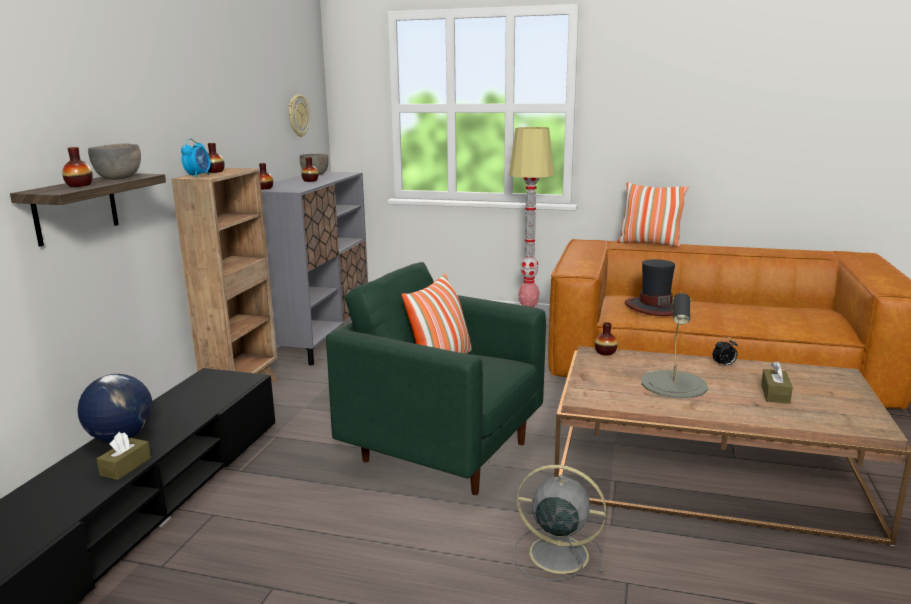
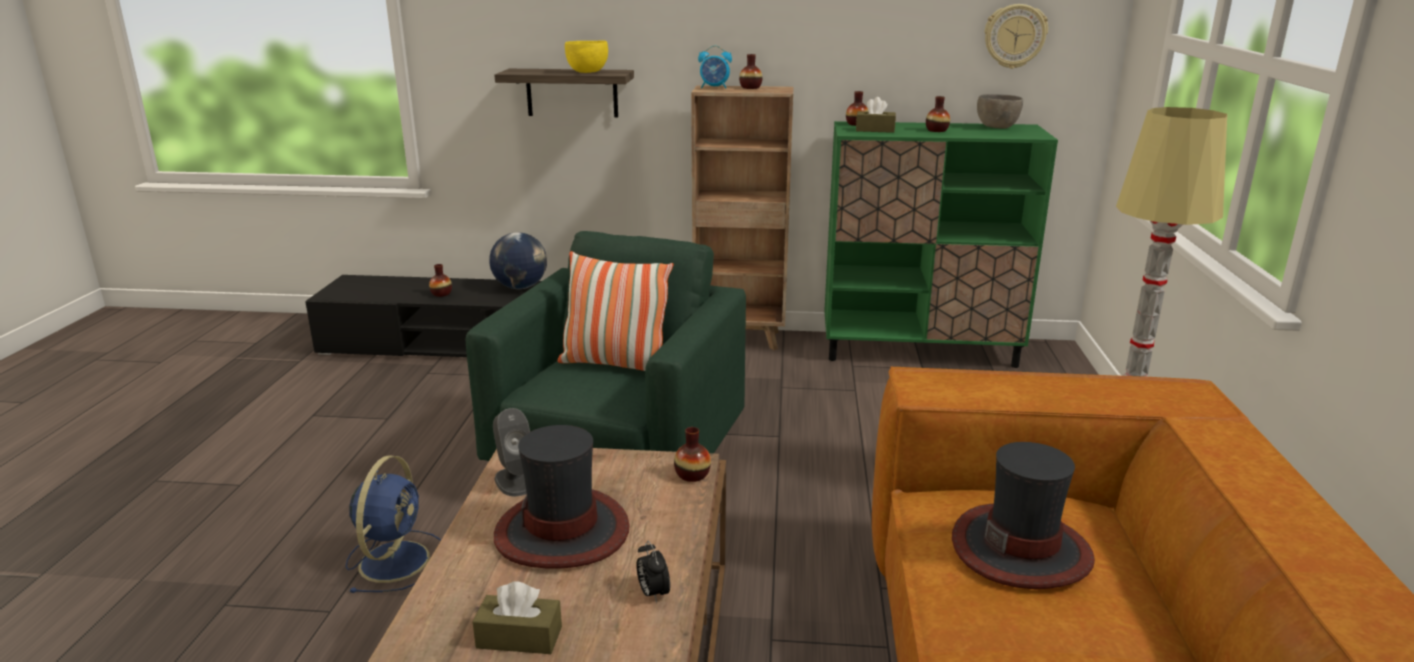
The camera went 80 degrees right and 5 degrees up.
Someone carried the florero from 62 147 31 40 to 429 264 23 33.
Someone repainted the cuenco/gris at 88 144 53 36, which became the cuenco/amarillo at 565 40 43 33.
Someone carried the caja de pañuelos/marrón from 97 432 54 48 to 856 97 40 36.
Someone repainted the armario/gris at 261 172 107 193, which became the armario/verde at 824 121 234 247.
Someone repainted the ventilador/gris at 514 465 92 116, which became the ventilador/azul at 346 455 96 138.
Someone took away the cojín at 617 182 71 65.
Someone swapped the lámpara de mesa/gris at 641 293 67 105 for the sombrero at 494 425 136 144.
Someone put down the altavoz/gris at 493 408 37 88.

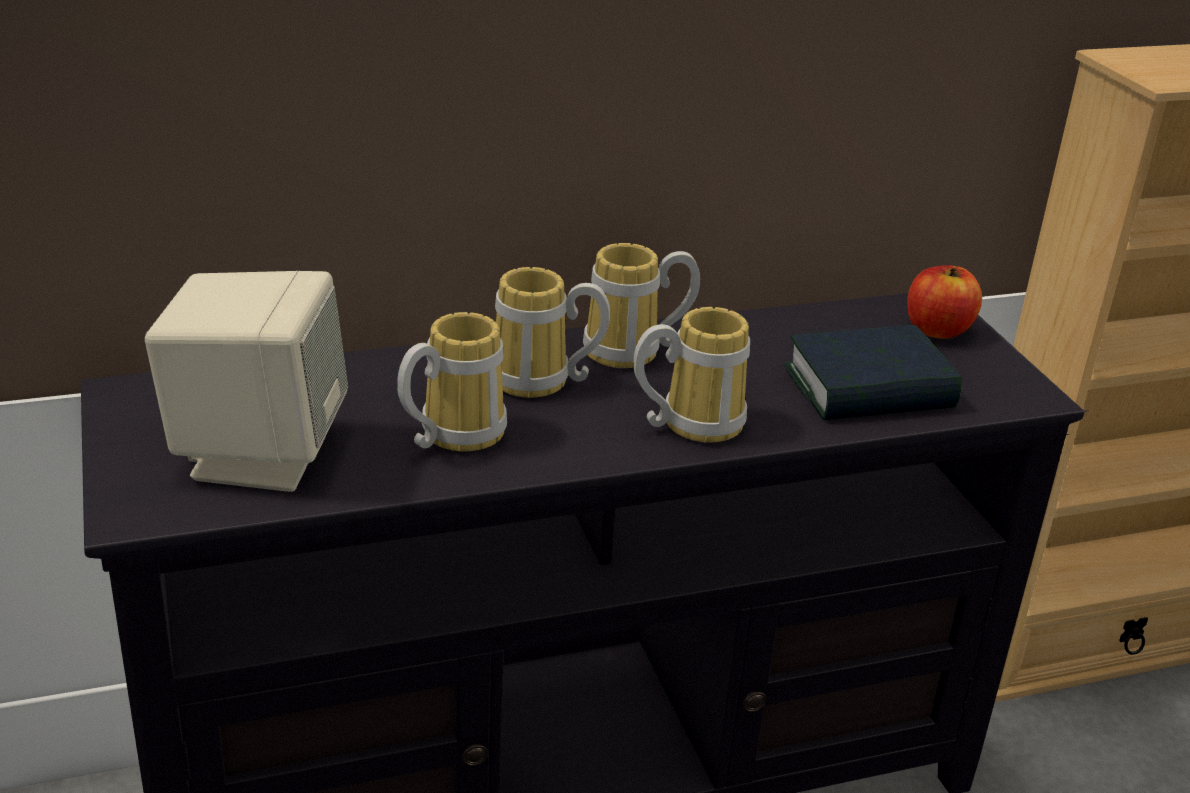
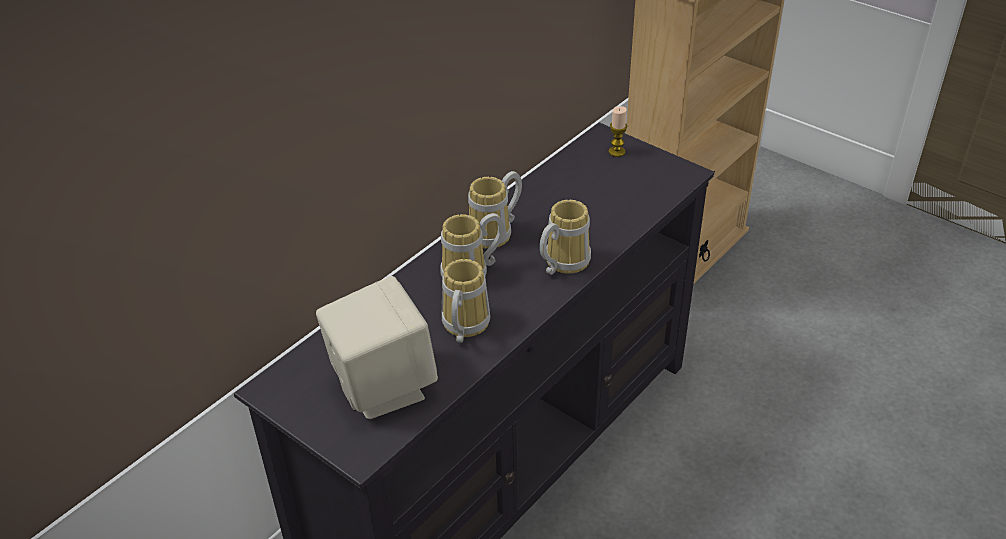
The camera went 30 degrees left and 10 degrees up.
Someone took away the libro at 784 325 178 95.
Someone swapped the manzana at 907 265 75 74 for the vela at 609 106 18 51.

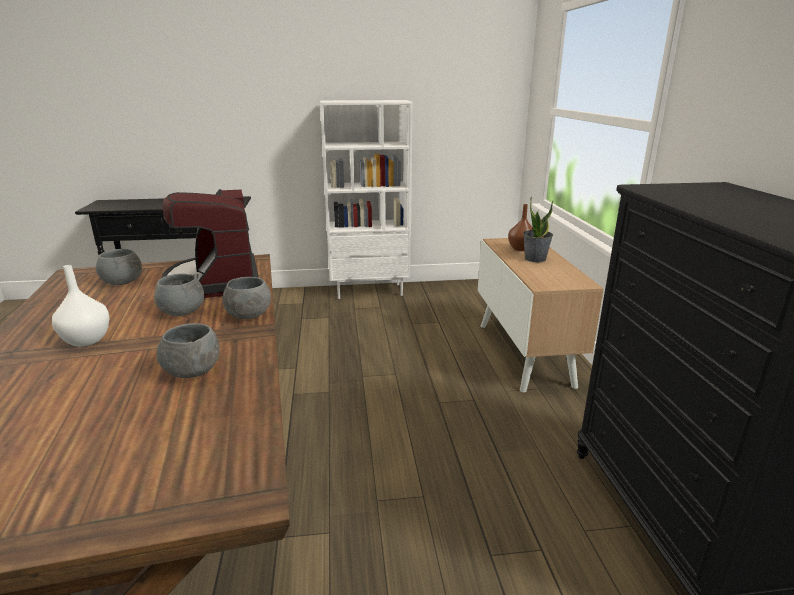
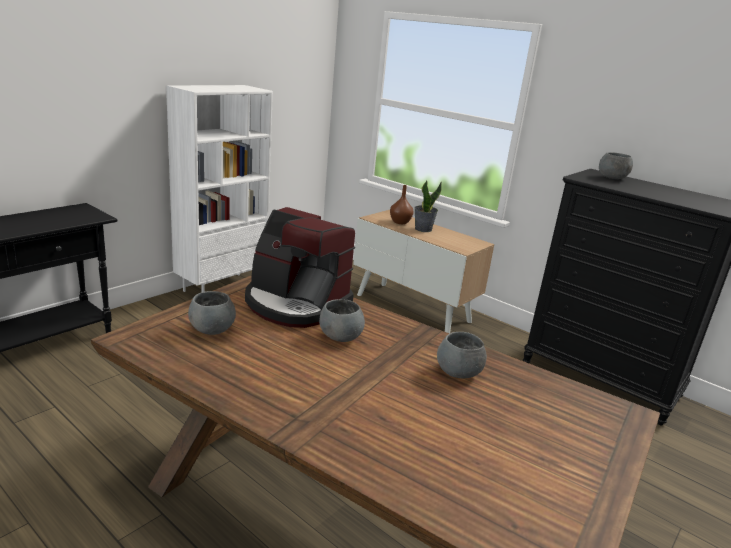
The camera went 45 degrees left and 0 degrees up.
Someone took away the florero/blanco at 52 265 58 82.
Someone carried the cuenco/gris from 222 277 49 42 to 599 152 34 27.

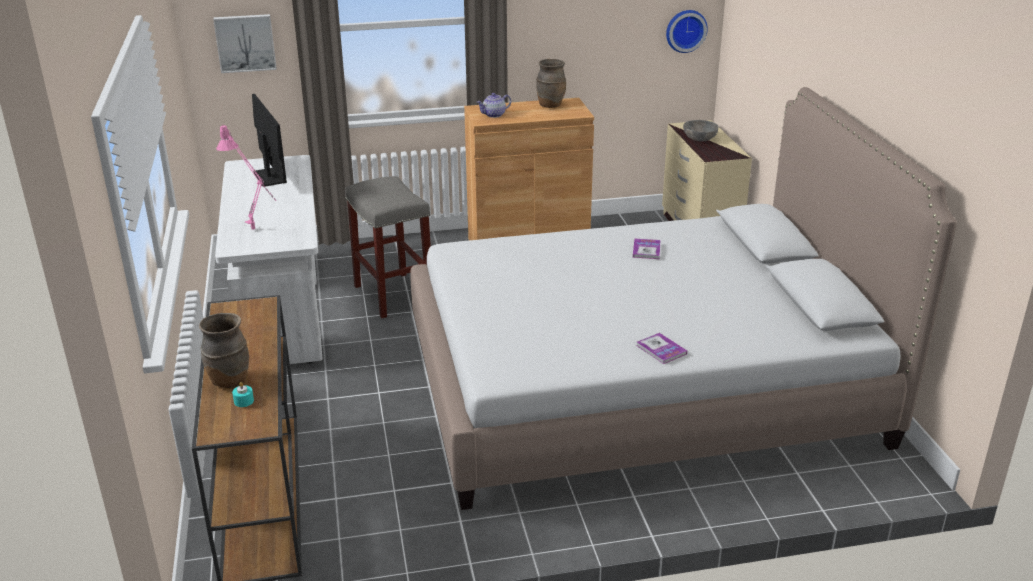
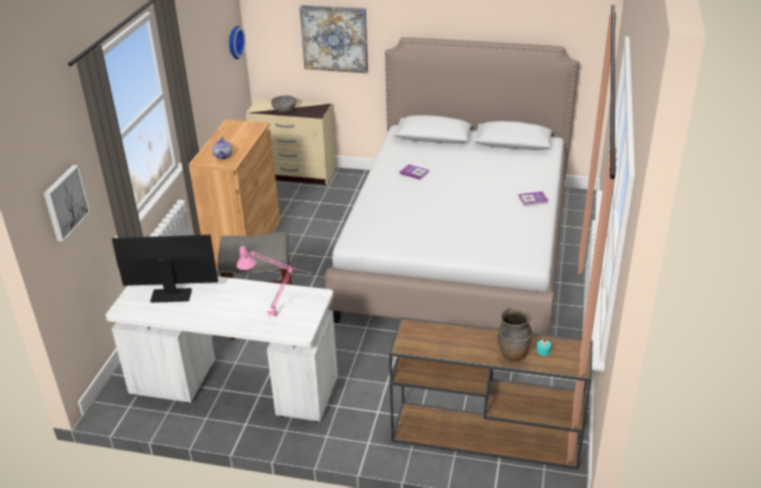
The camera went 65 degrees left and 5 degrees up.
Someone took away the florero/marrón at 536 59 30 49.
Someone put up the cuadro at 299 5 69 68.

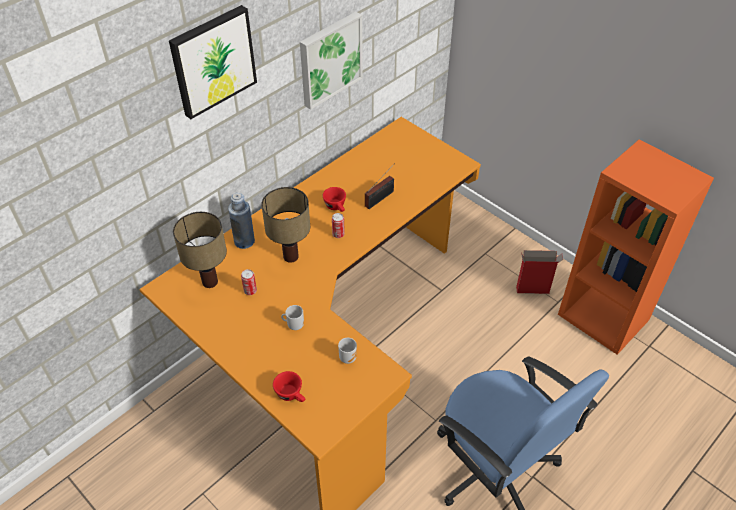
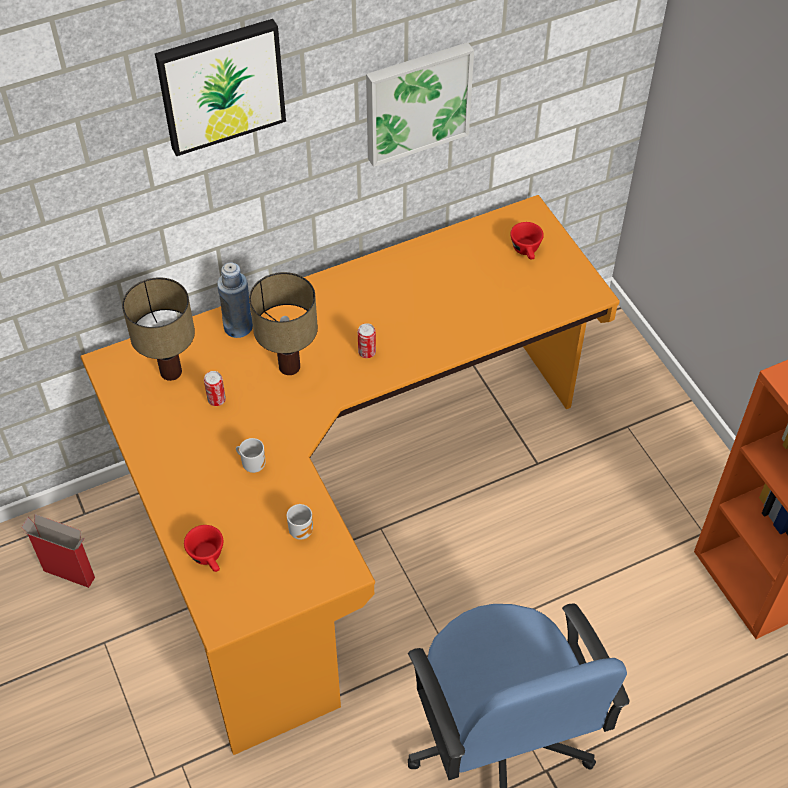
The camera went 20 degrees right and 5 degrees up.
Someone carried the taza/rojo from 323 187 23 25 to 510 222 34 37.
Someone took away the radio at 365 164 29 45.
Someone carried the caja de cartón from 516 250 47 44 to 21 514 74 74.

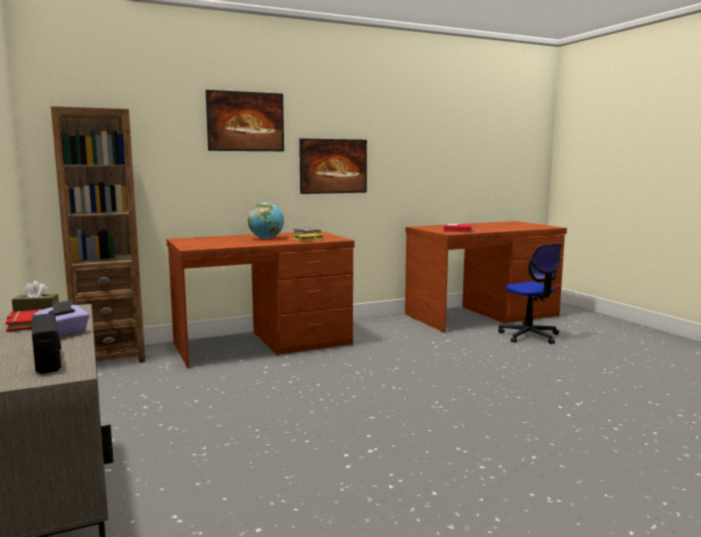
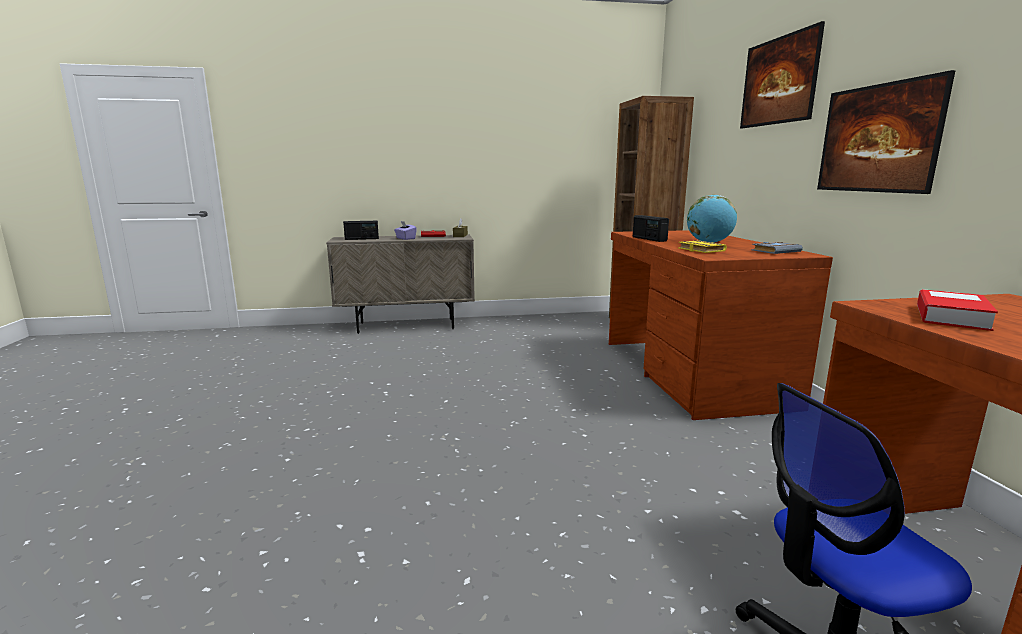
The camera went 105 degrees right and 5 degrees up.
Someone put down the radio at 633 215 36 27.

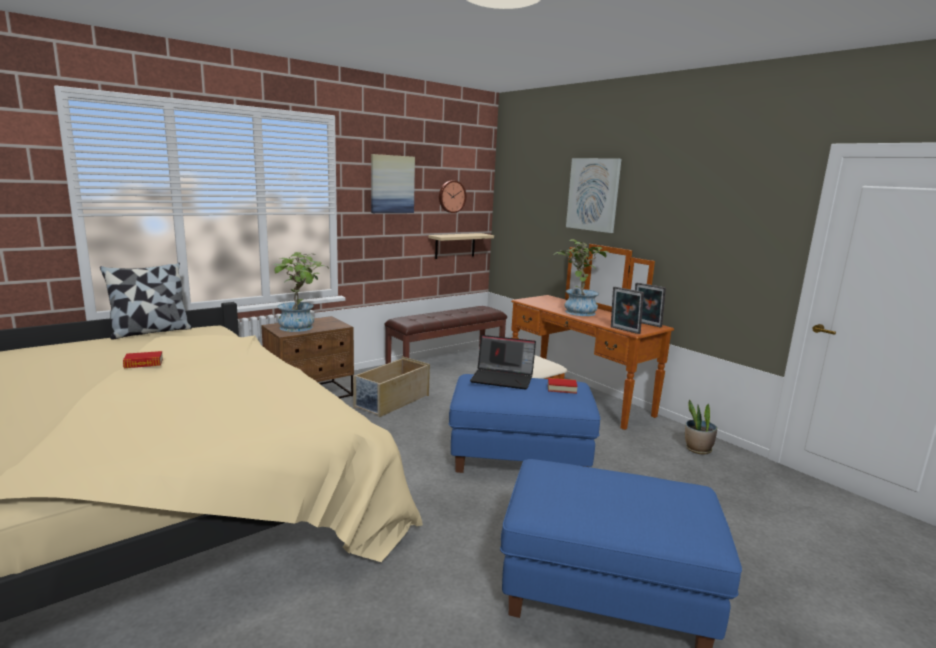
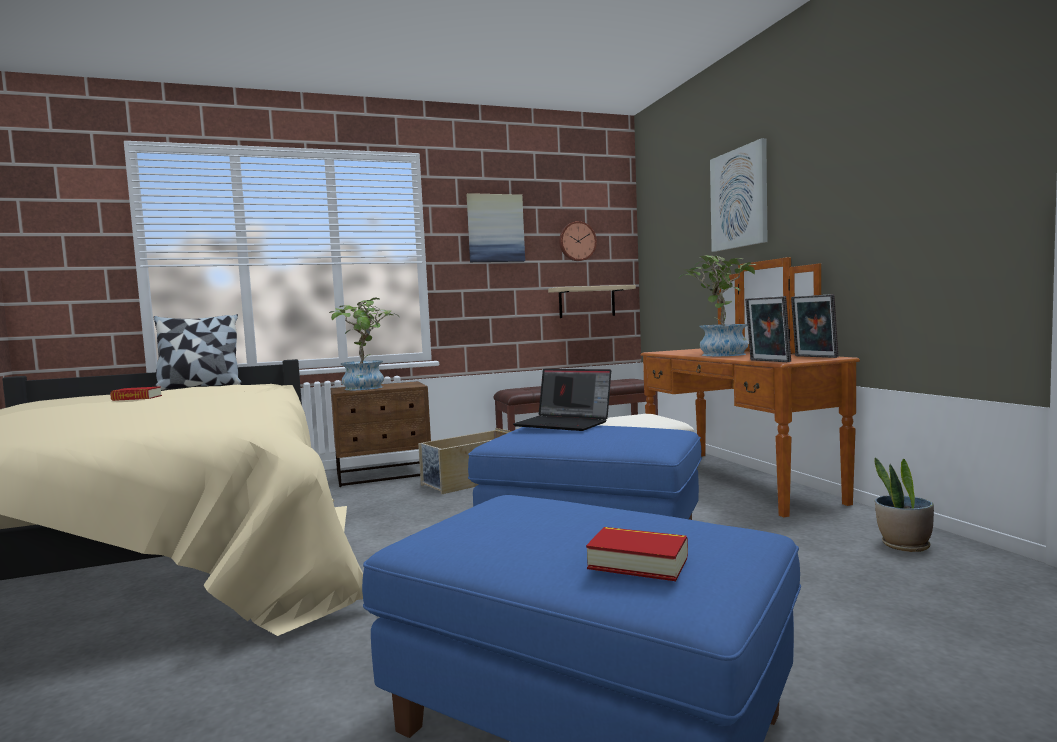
The camera went 20 degrees right and 10 degrees down.
Someone carried the libro from 548 378 30 16 to 586 527 102 54.

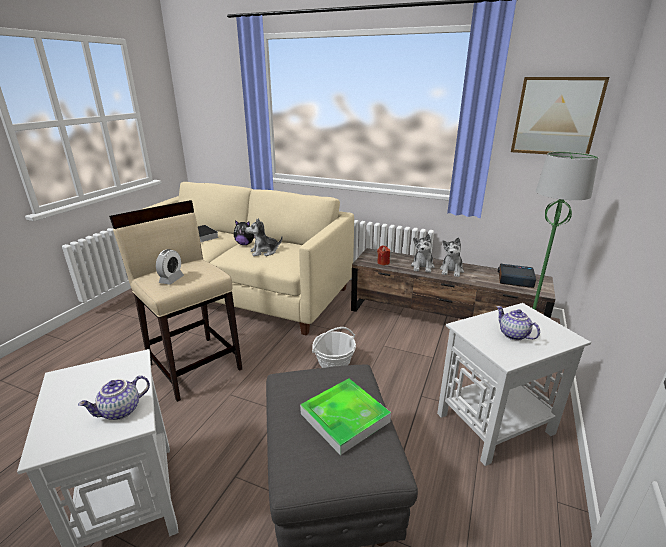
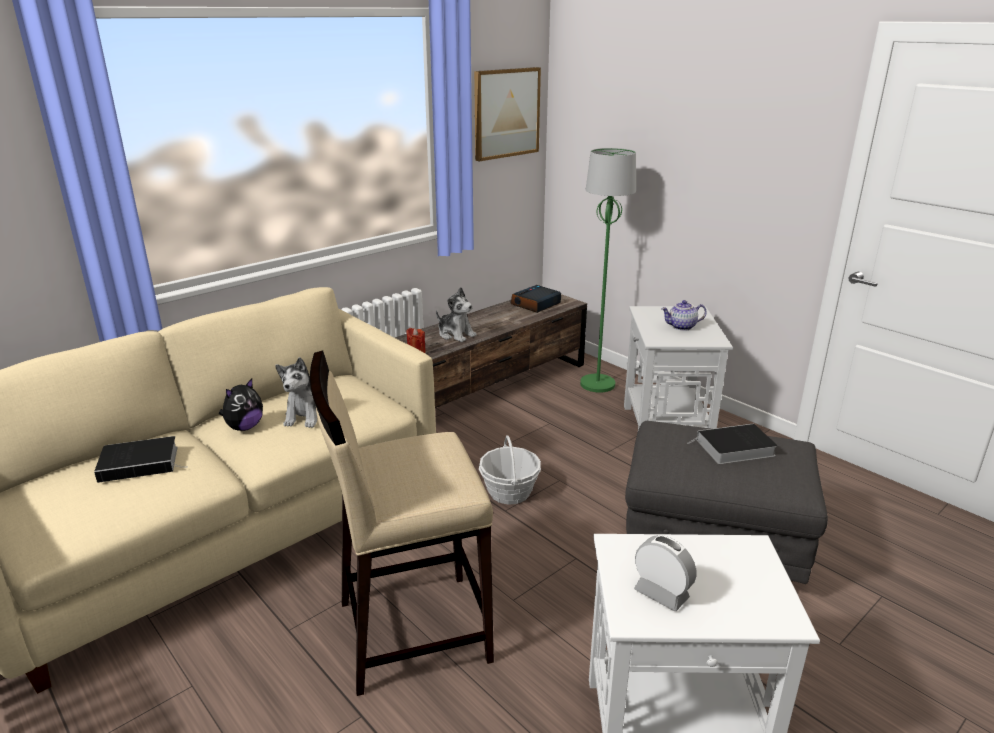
The camera went 65 degrees left and 0 degrees up.
Someone took away the tetera at 78 375 72 45.
Someone carried the despertador from 156 249 28 36 to 634 535 62 76.
Someone swapped the bandeja at 300 378 91 77 for the libro at 688 424 90 40.
Someone took away the peluche at 440 237 24 40.

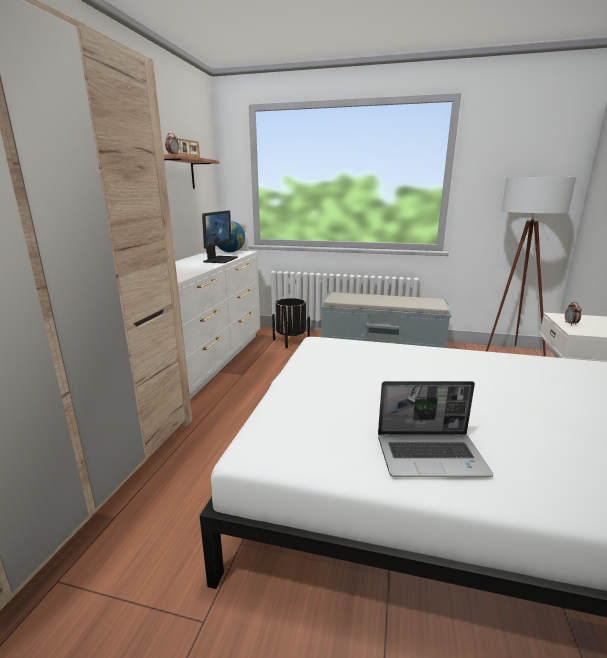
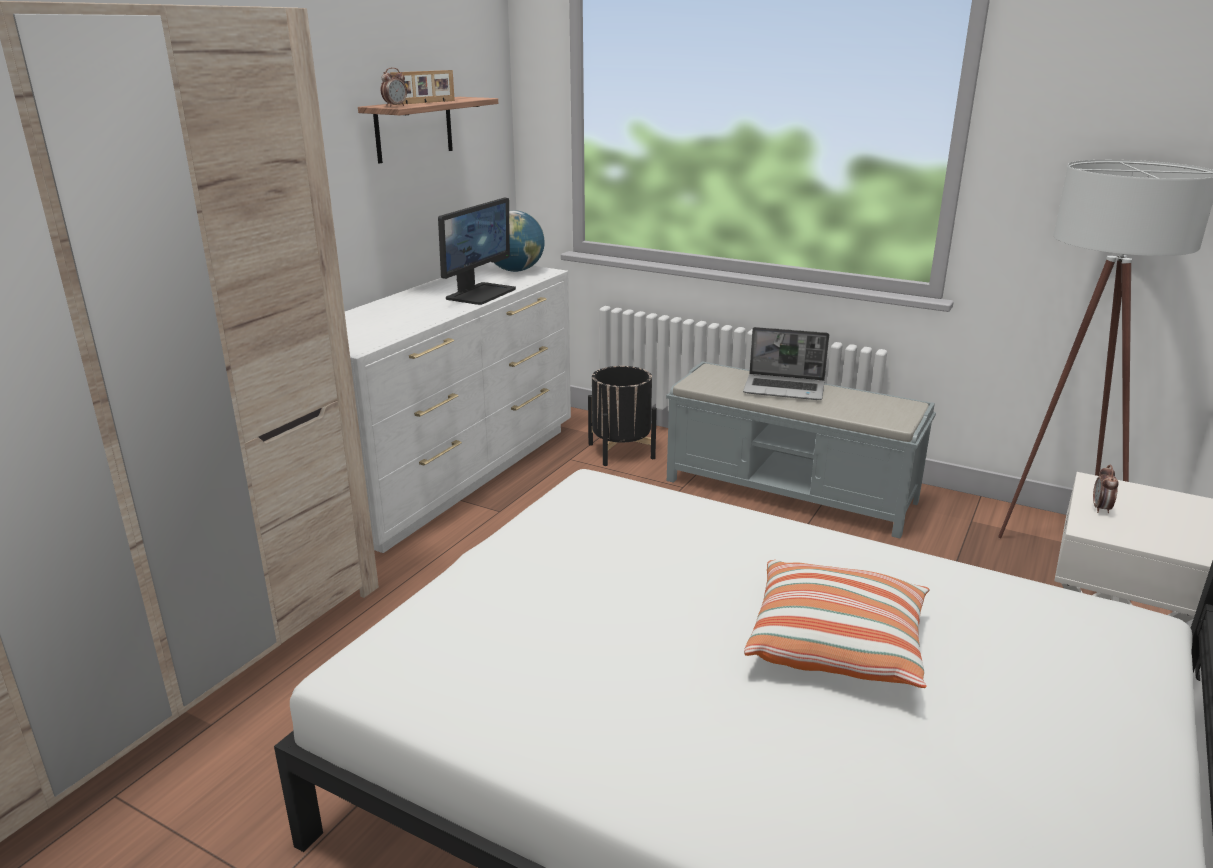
The camera went 15 degrees right and 5 degrees up.
Someone carried the portátil from 378 381 115 96 to 743 327 86 73.
Someone put down the cojín at 744 560 186 128.

